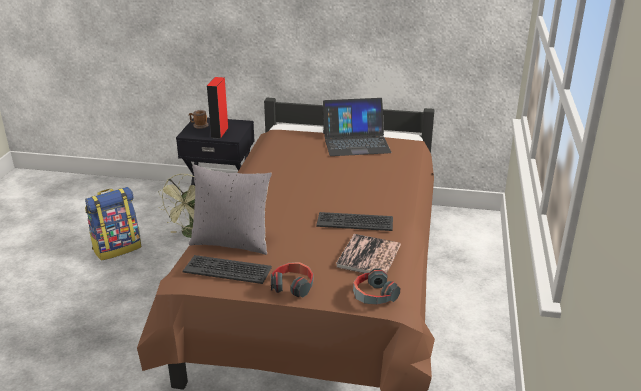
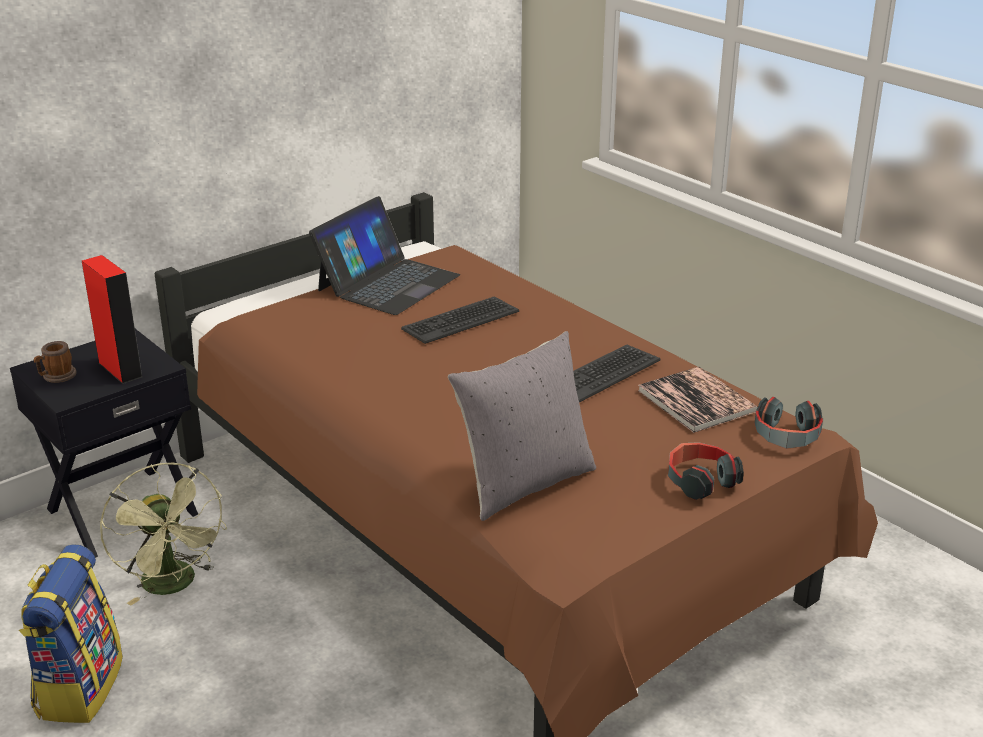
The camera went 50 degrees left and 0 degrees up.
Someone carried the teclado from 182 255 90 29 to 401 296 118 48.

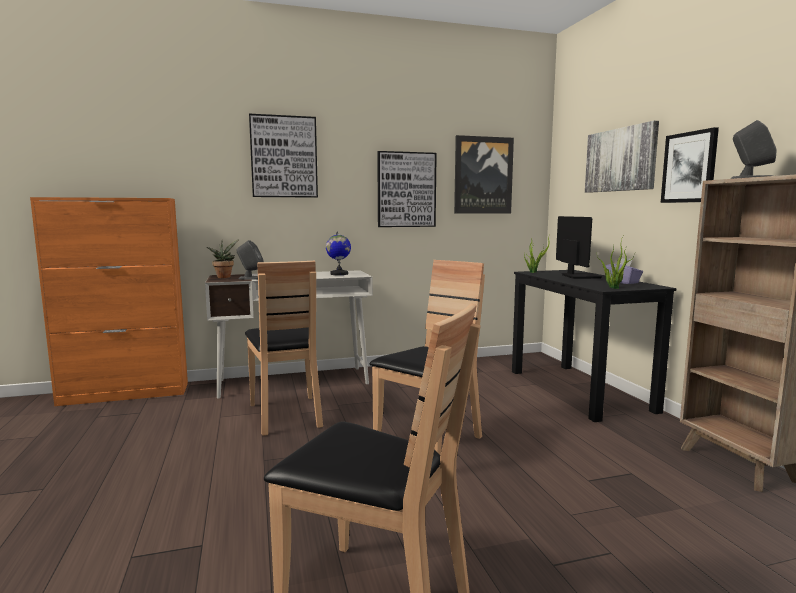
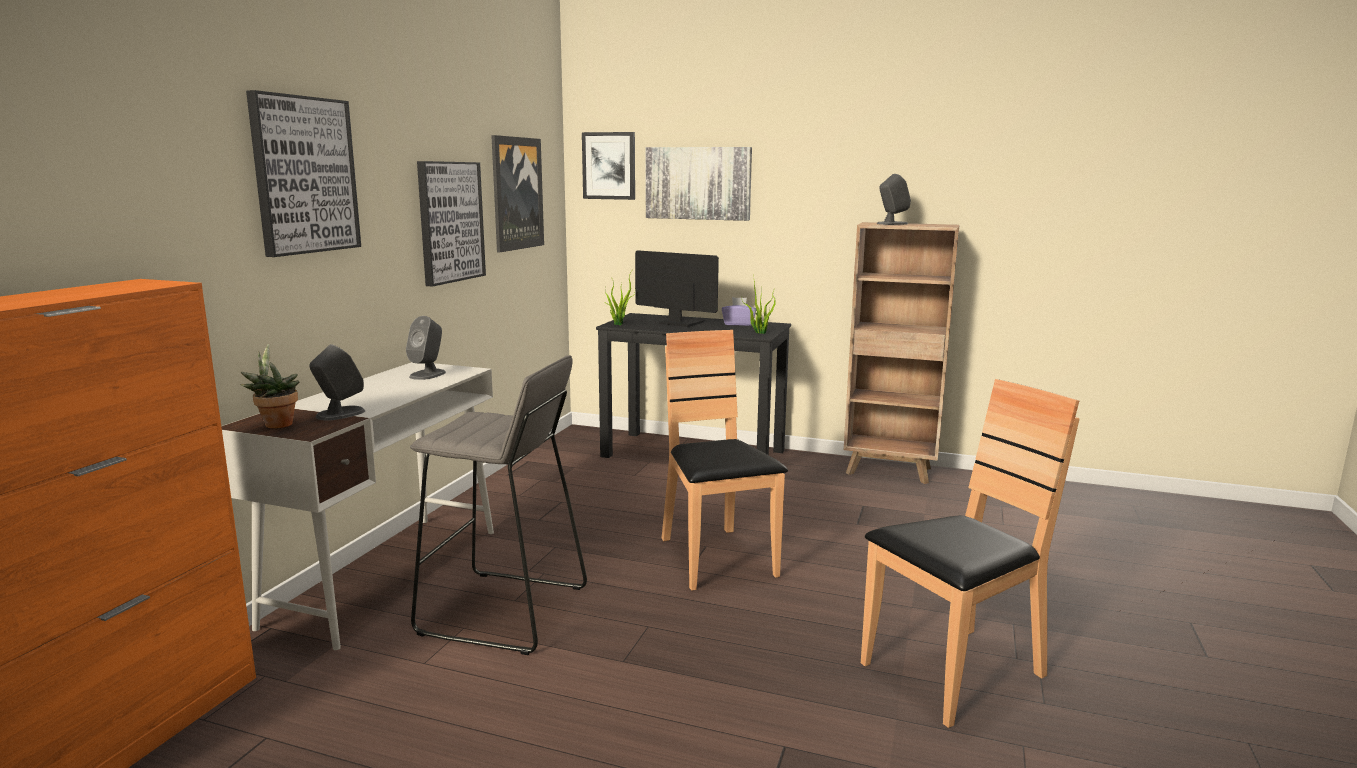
The camera went 55 degrees left and 5 degrees up.
Someone swapped the silla/marrón at 245 261 78 175 for the taburete/gris at 410 355 177 300.
Someone swapped the globo terráqueo at 326 231 25 44 for the altavoz/gris at 406 316 40 64.
Someone carried the cuadro from 661 127 58 76 to 582 132 53 68.

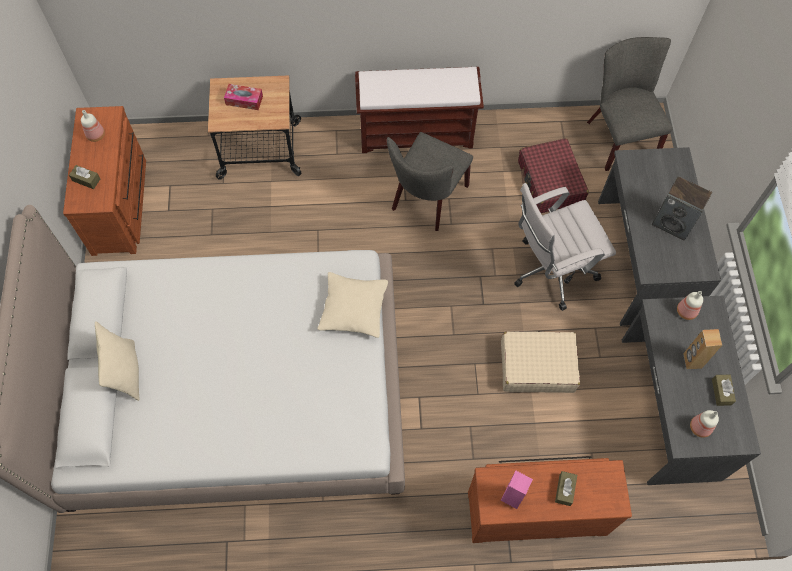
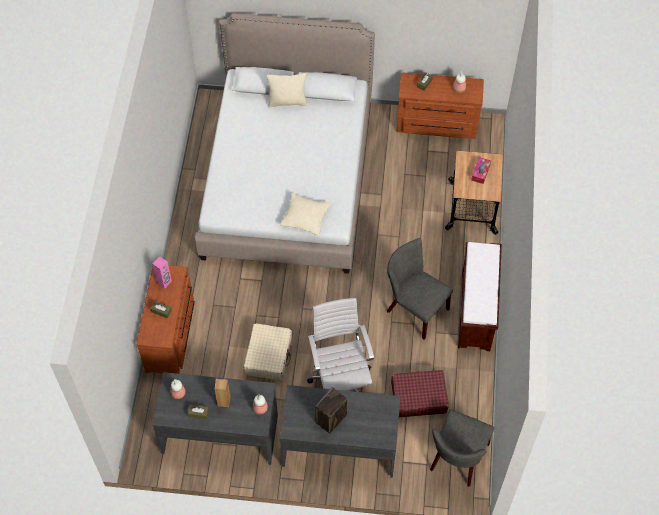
The camera went 100 degrees right and 5 degrees down.
Someone rotated the silla/gris at 587 37 86 134 by 120 degrees clockwise.

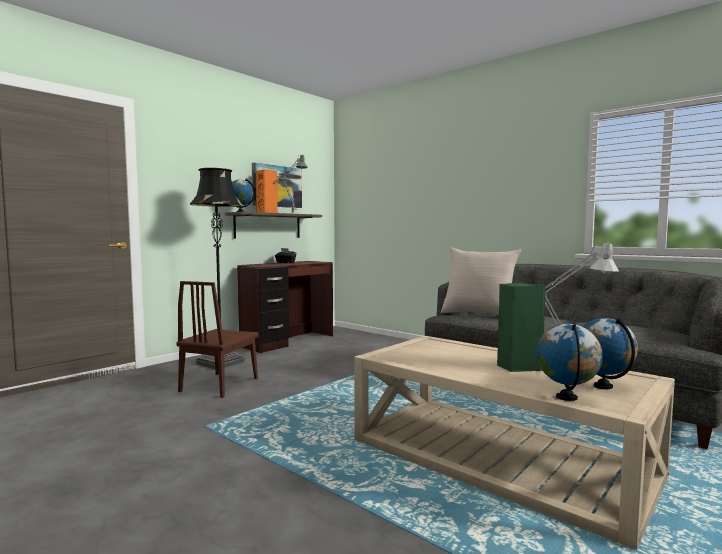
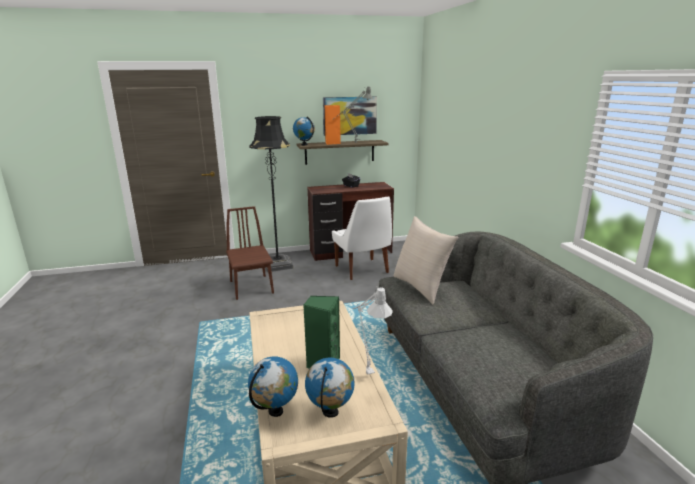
The camera went 35 degrees right and 15 degrees up.
Someone rotated the silla/marrón at 176 281 83 117 by 105 degrees clockwise.
Someone put down the silla/blanco at 332 196 60 84.

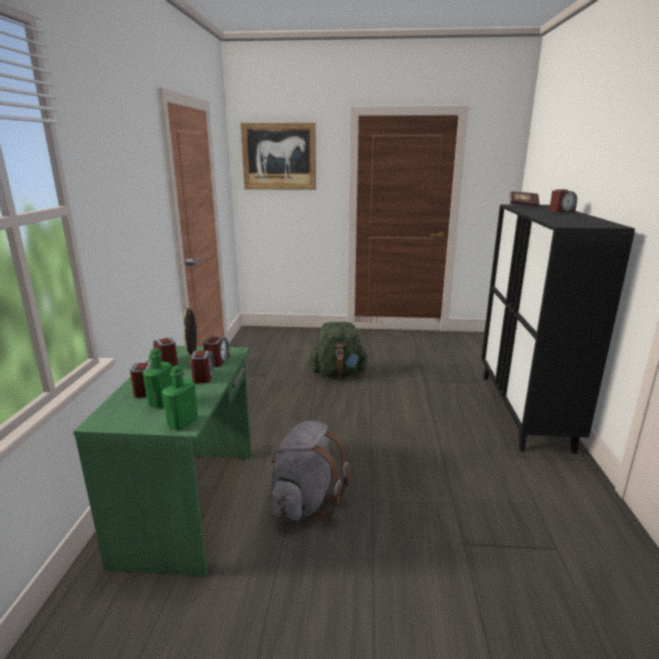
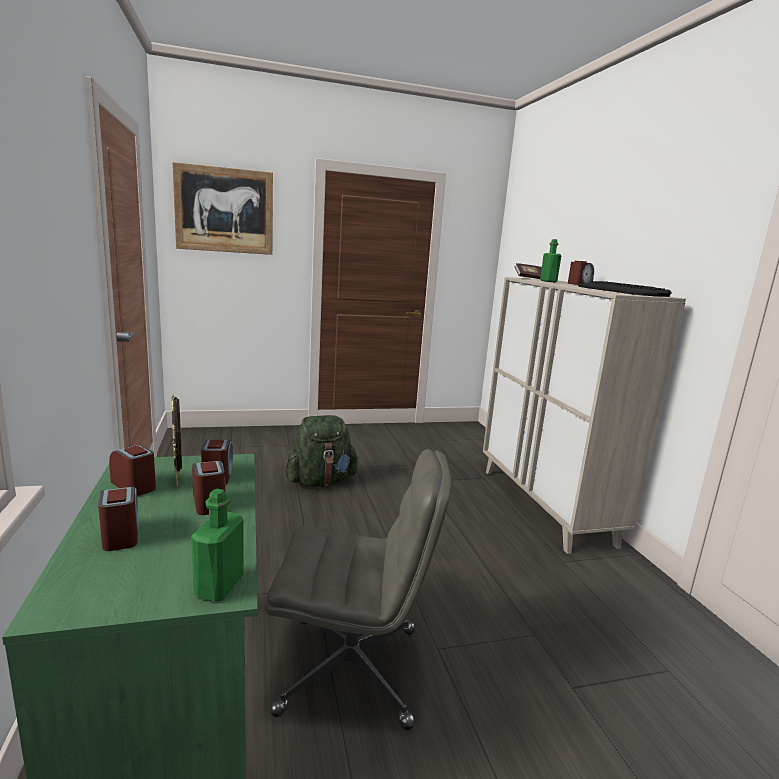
The camera went 20 degrees left and 5 degrees down.
Someone carried the botella/verde from 143 348 30 60 to 540 239 21 44.
Someone swapped the mochila/gris at 271 420 79 101 for the silla de oficina/gris at 266 449 185 281.
Someone repainted the armario/negro at 481 204 154 250, which became the armario/beis at 483 277 203 277.
Someone put down the teclado at 578 281 94 16.

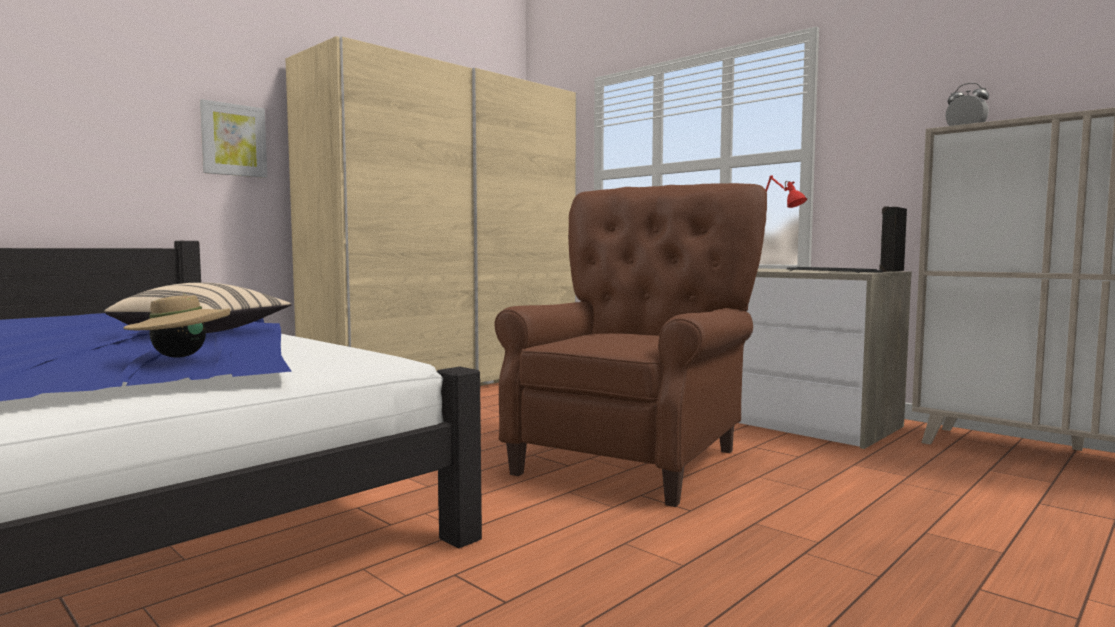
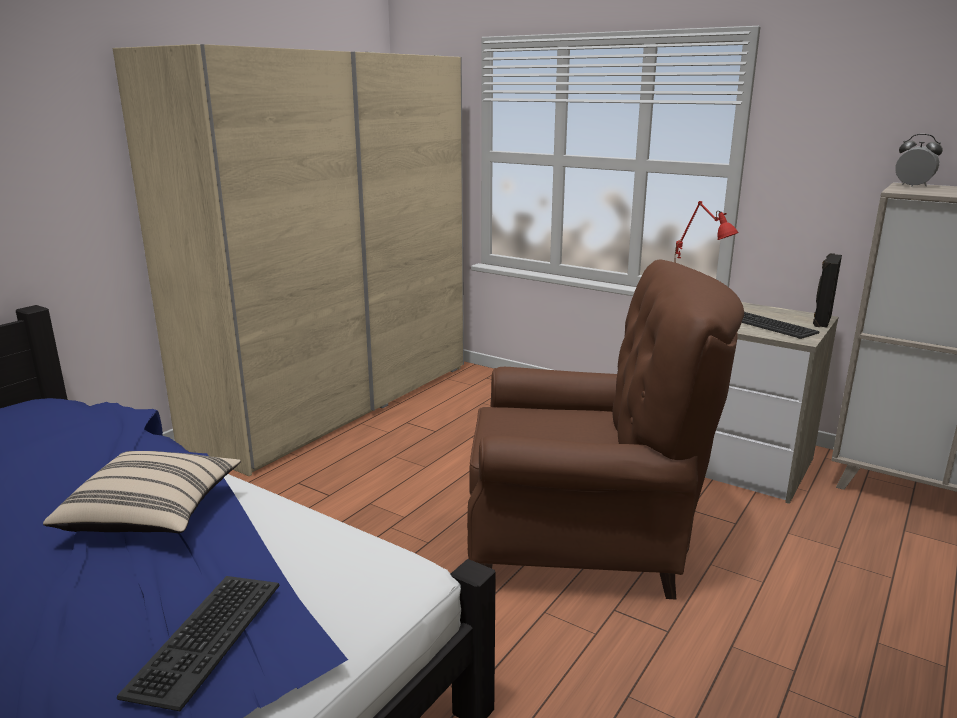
The camera went 10 degrees left and 15 degrees up.
Someone swapped the sombrero/beis at 123 293 107 65 for the teclado at 117 576 162 135.
Someone took away the cuadro at 200 99 67 79.
Someone rotated the sillón/marrón at 495 183 272 324 by 75 degrees clockwise.

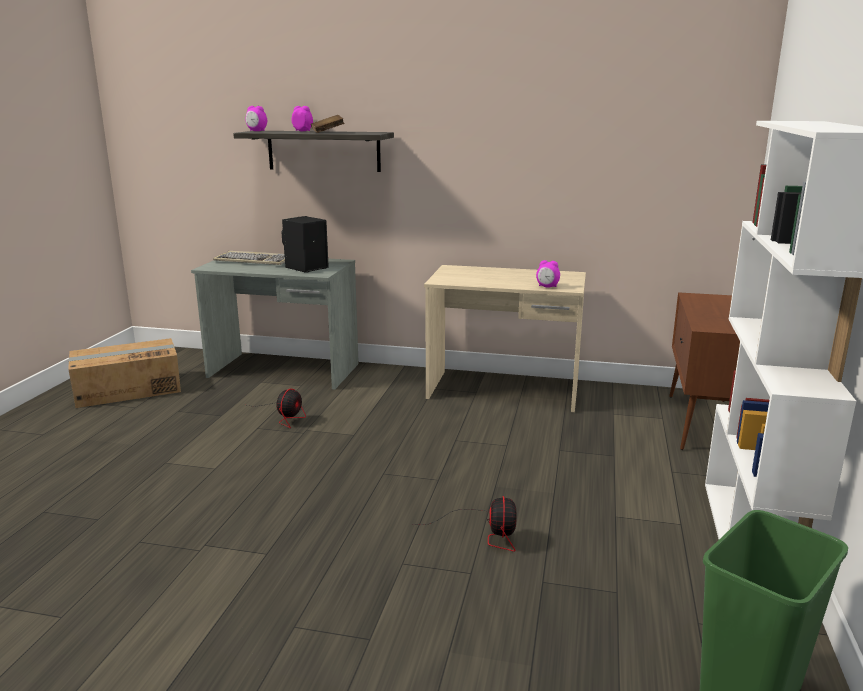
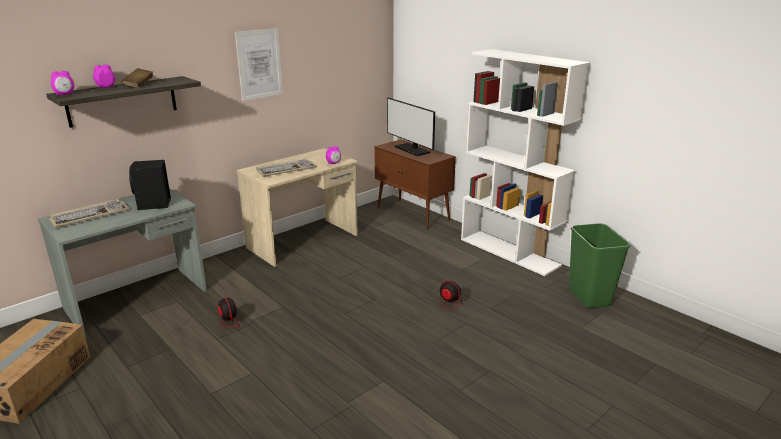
The camera went 55 degrees left and 5 degrees up.
Someone put up the cuadro at 235 28 48 73.
Someone put down the teclado at 256 159 61 18.
Someone put down the monitor at 387 97 48 59.

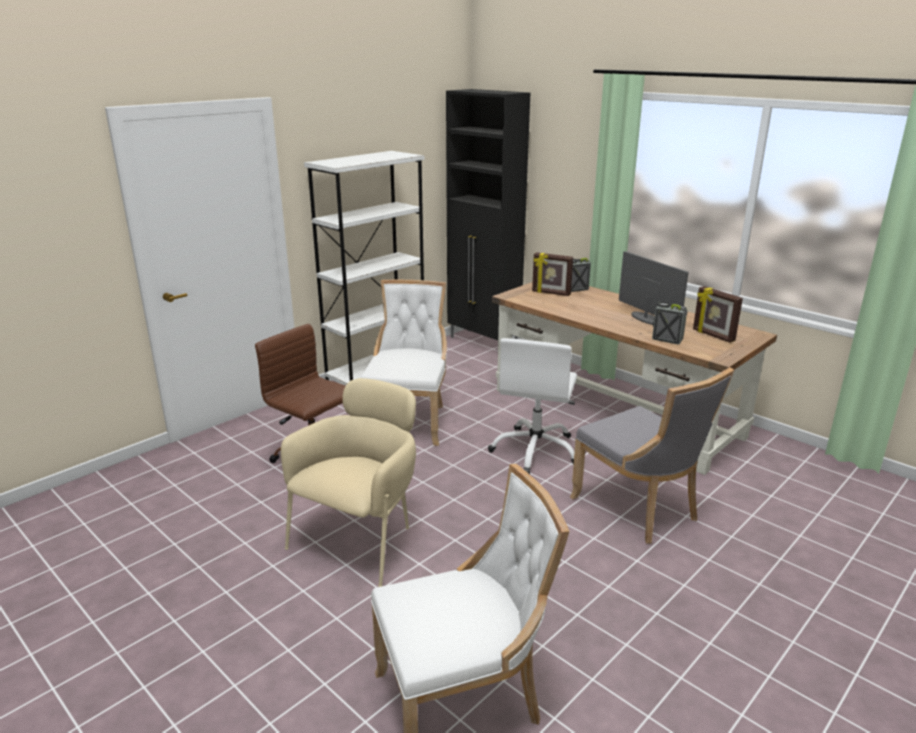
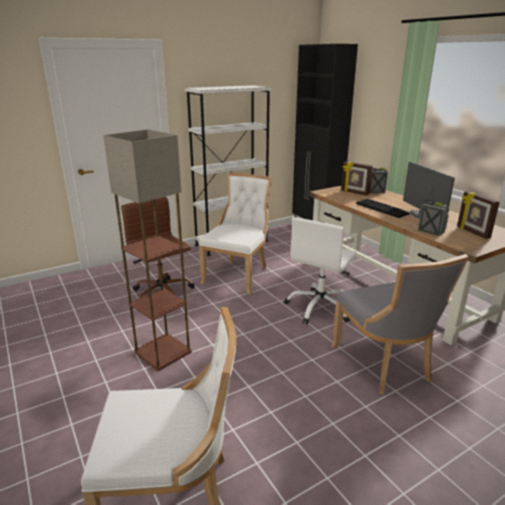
The camera went 15 degrees right and 0 degrees up.
Someone swapped the sillón/beis at 281 378 135 209 for the lámpara de pie at 103 129 89 242.
Someone put down the teclado at 356 198 54 20.

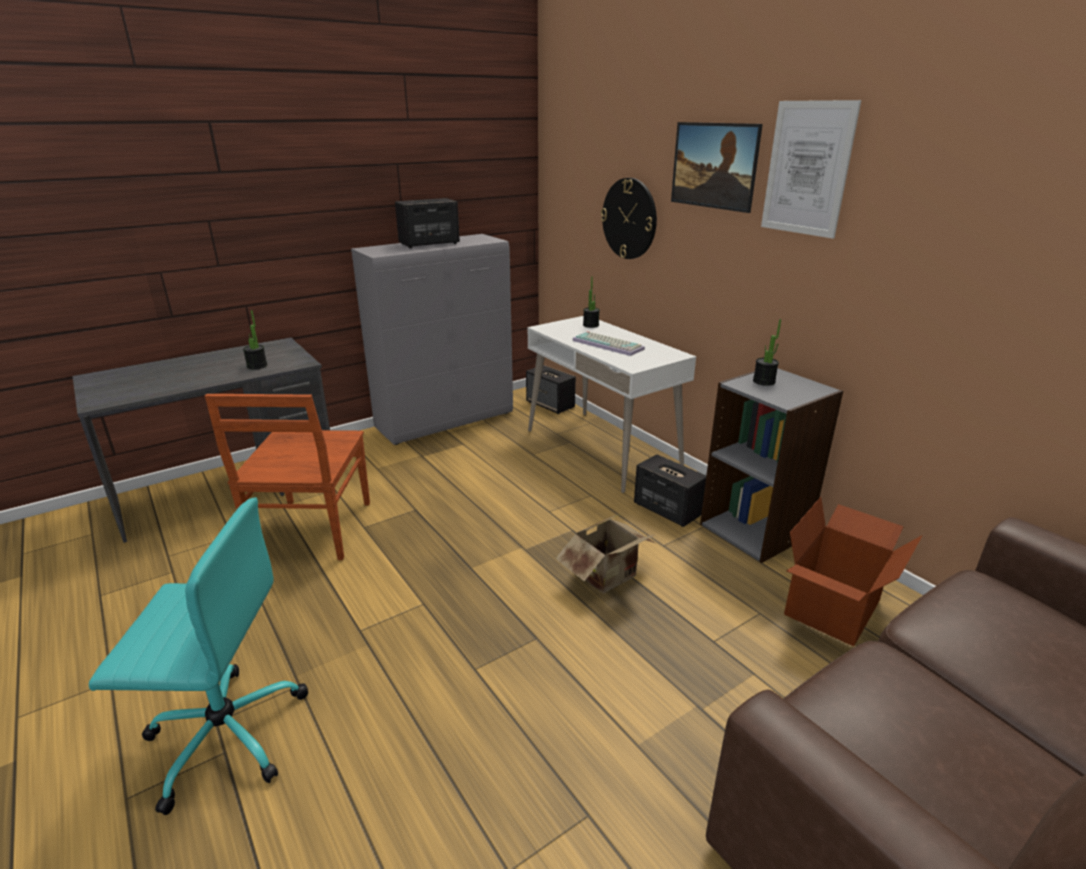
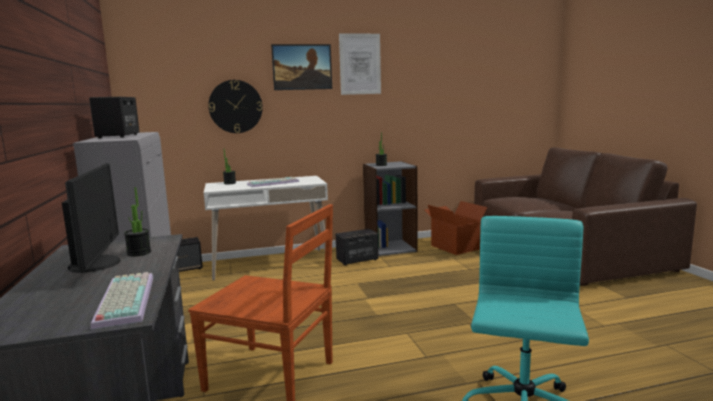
The camera went 70 degrees left and 15 degrees down.
Someone took away the caja de cartón at 555 514 101 79.
Someone put down the monitor at 62 163 59 110.
Someone put down the teclado at 90 272 63 58.

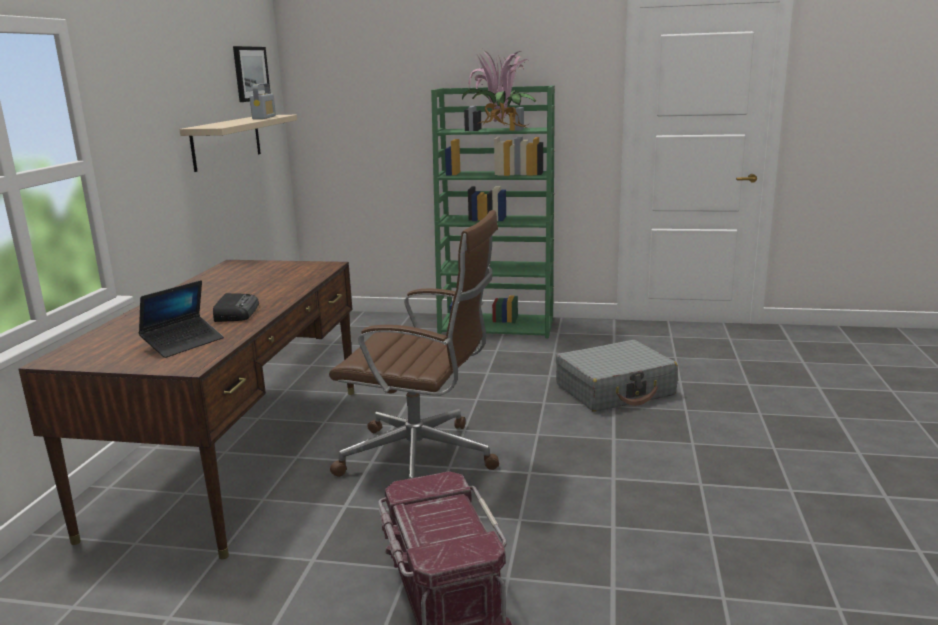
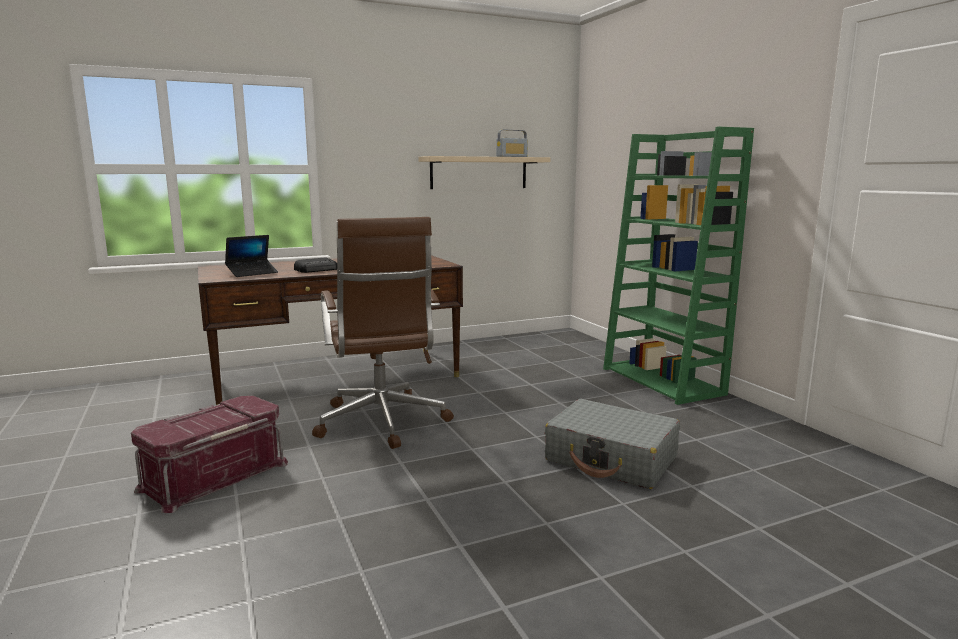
The camera went 55 degrees right and 5 degrees down.
Someone rotated the portátil at 138 280 86 78 by 45 degrees counterclockwise.
Someone took away the cuadro at 233 46 38 56.
Someone took away the planta en maceta at 462 50 74 79.

